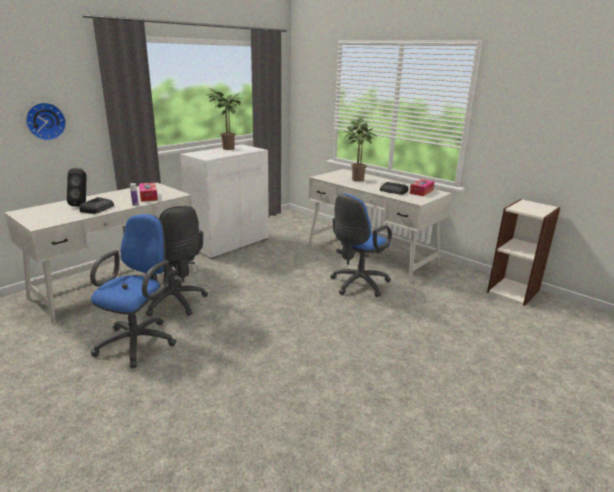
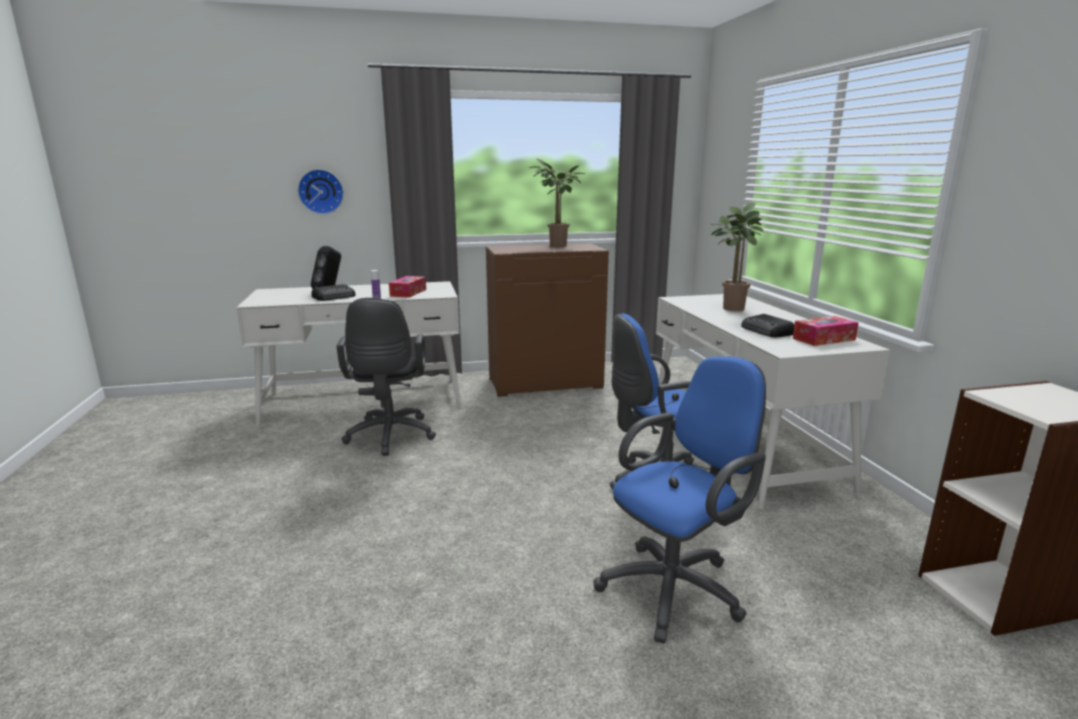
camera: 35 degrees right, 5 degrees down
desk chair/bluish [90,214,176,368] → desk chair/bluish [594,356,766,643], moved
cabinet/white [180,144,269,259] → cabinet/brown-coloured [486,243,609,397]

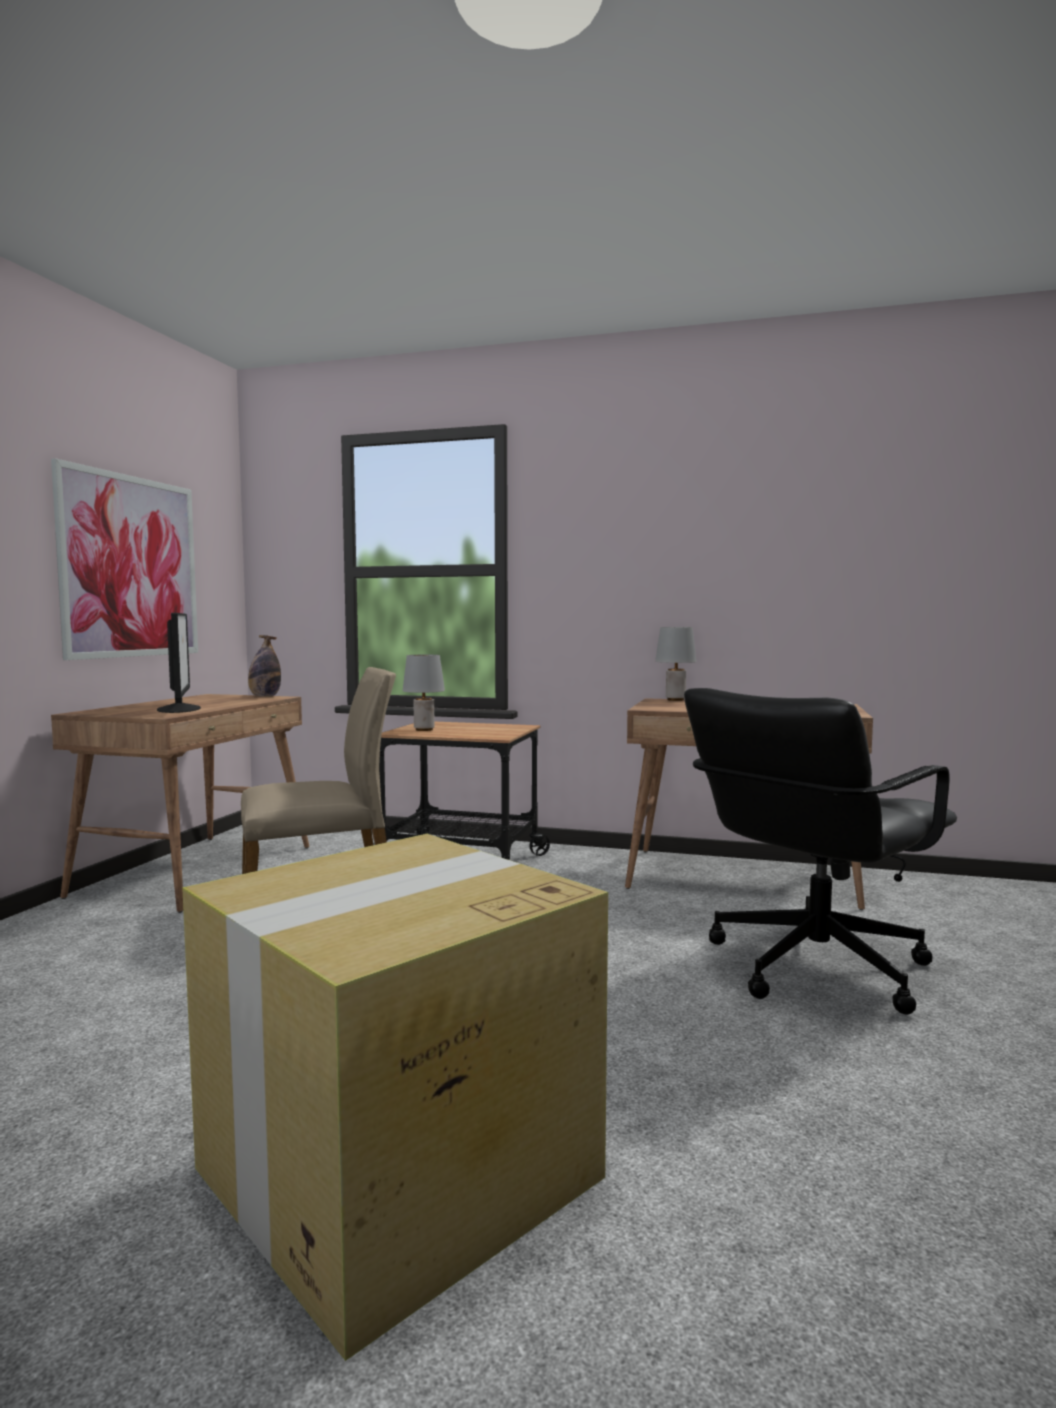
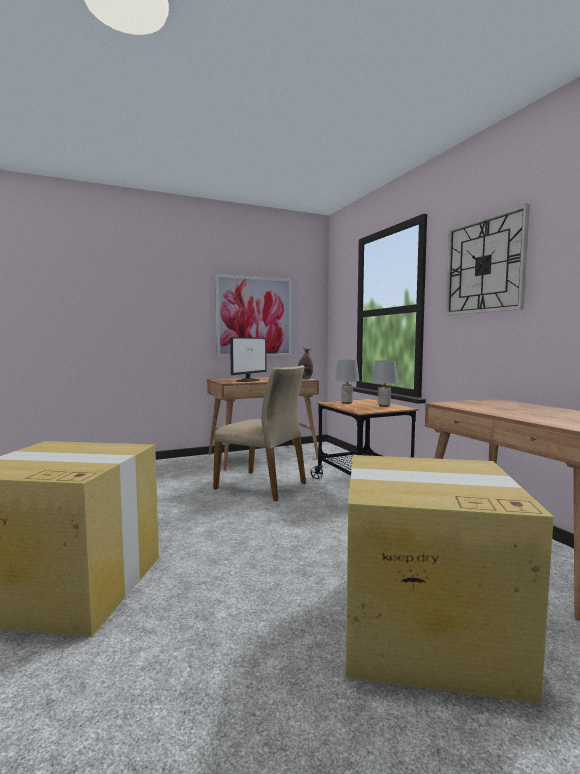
camera: 50 degrees right, 0 degrees up
- → hanging clock [445,203,530,315]
tabletop lamp/greyish [655,627,697,701] → tabletop lamp/greyish [372,361,398,407], moved
desk chair/blackish [684,688,957,1015] → packing box [346,455,554,704]

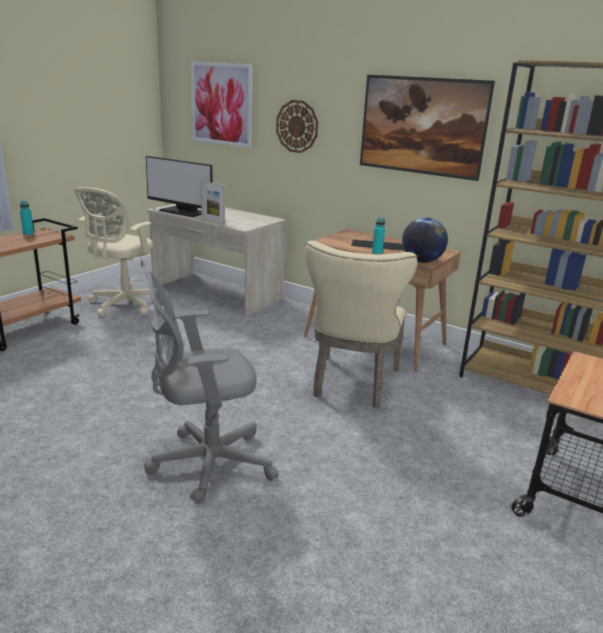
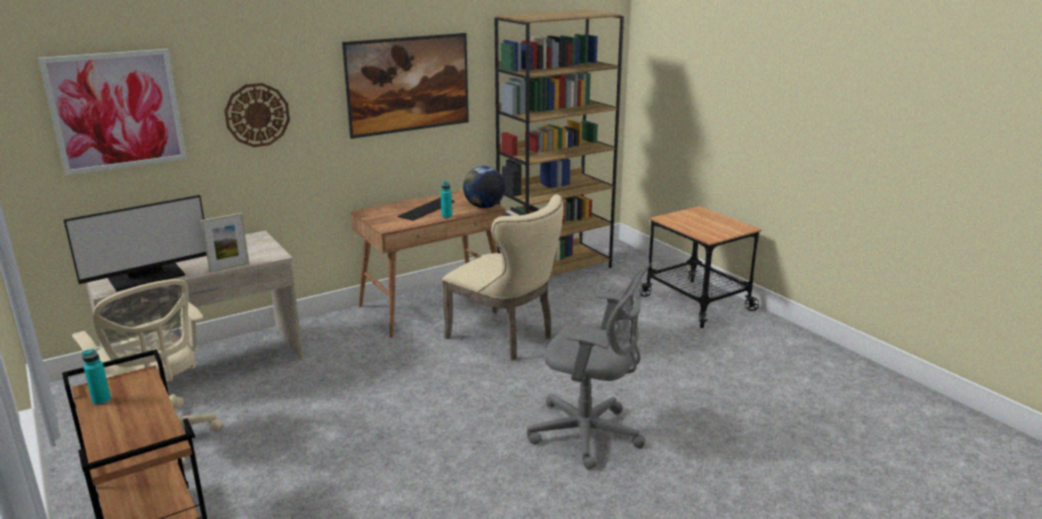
camera: 65 degrees left, 0 degrees up
desk chair/greyish [144,271,279,504] → desk chair/greyish [527,263,650,470], 75 degrees counterclockwise

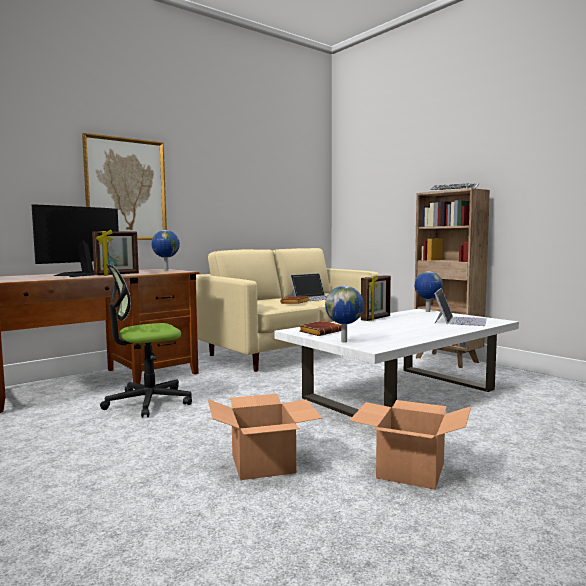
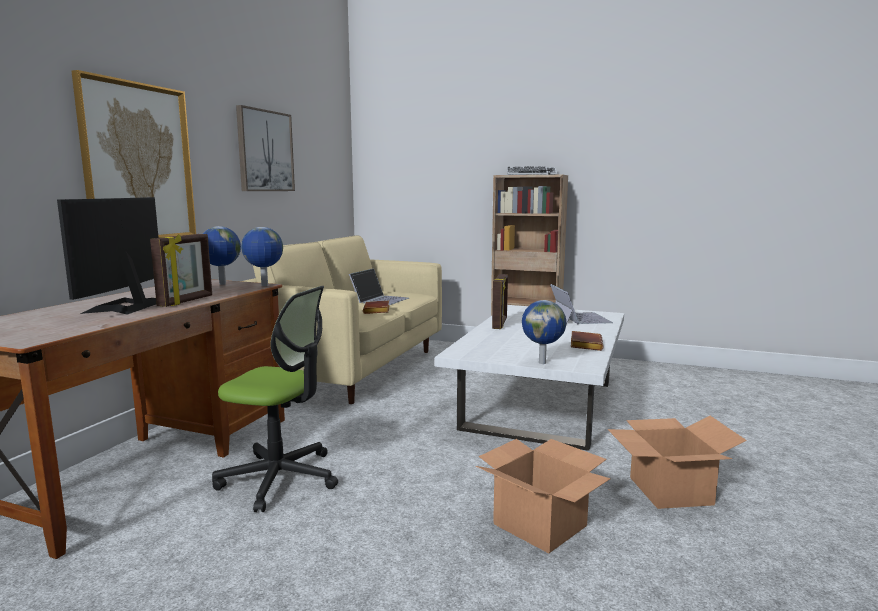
camera: 30 degrees left, 5 degrees up
- → wall picture [236,105,295,191]
bound book/brown-coloured [299,321,341,336] → bound book/brown-coloured [571,331,603,351], moved
desk globe [414,271,443,312] → desk globe [241,227,283,286], moved
desk chair [100,264,192,418] → desk chair [212,286,338,512], 105 degrees counterclockwise

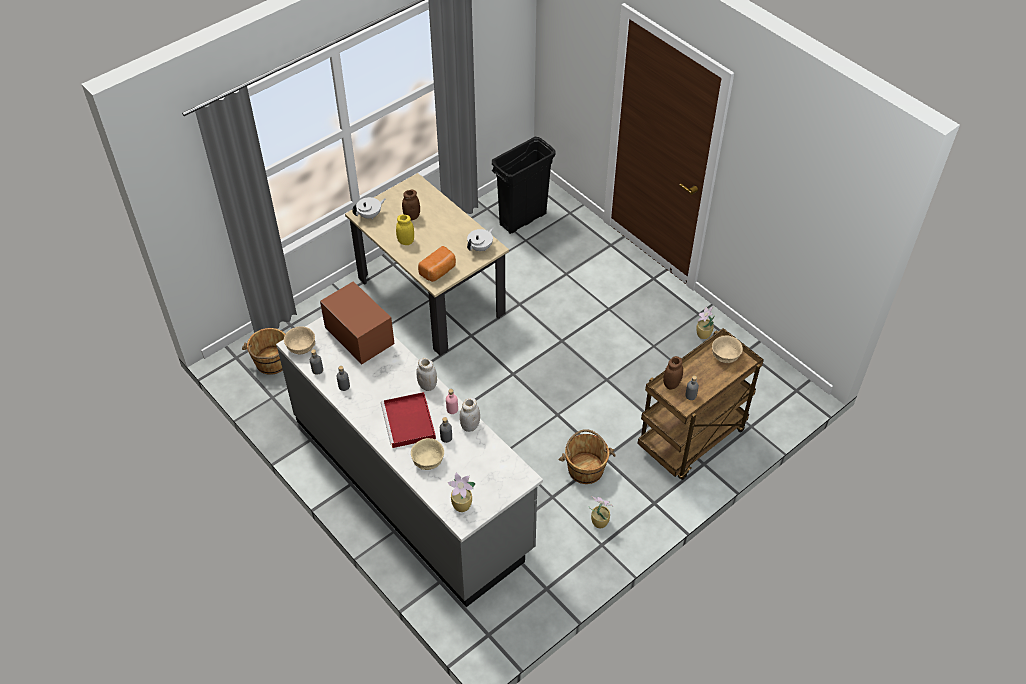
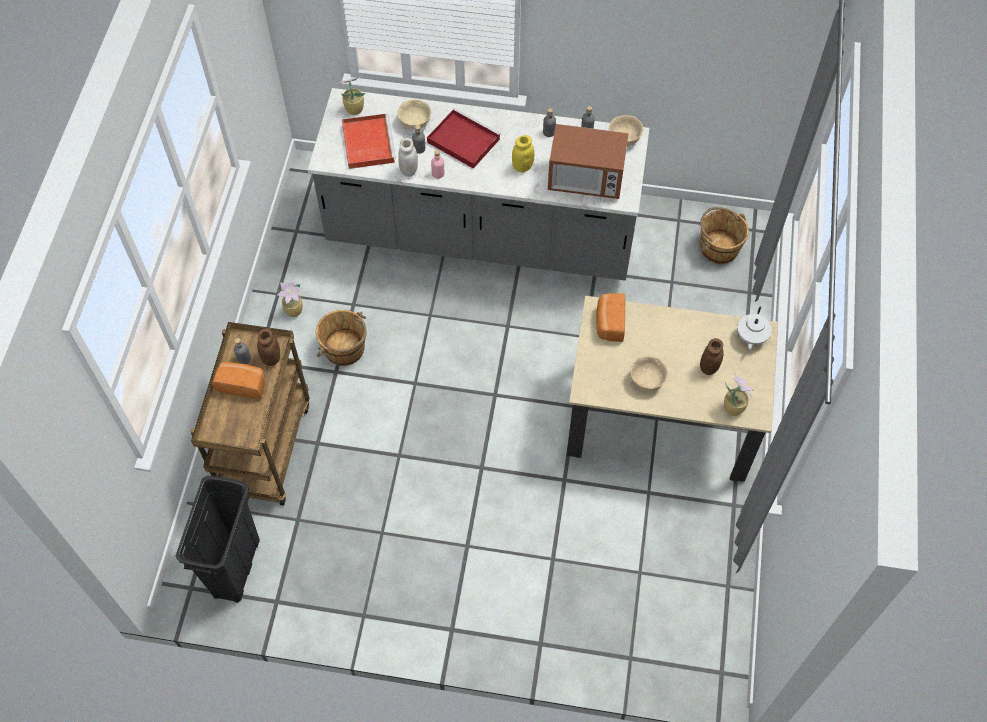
camera: 140 degrees right, 10 degrees up
storage jar/white [416,358,437,391] → -
tea pot/white [467,227,494,251] → -
- → bread [213,362,265,399]
- → serving tray/red [342,114,396,169]
storage jar/yellowish [396,215,414,245] → storage jar/yellowish [512,135,534,172], moved
waste bin/blackish [492,137,555,234] → waste bin/blackish [175,476,260,603], moved
plant in a pot [696,307,715,339] → plant in a pot [724,373,753,416], moved
deep dish/beige-coloured [712,336,743,363] → deep dish/beige-coloured [630,356,668,391], moved

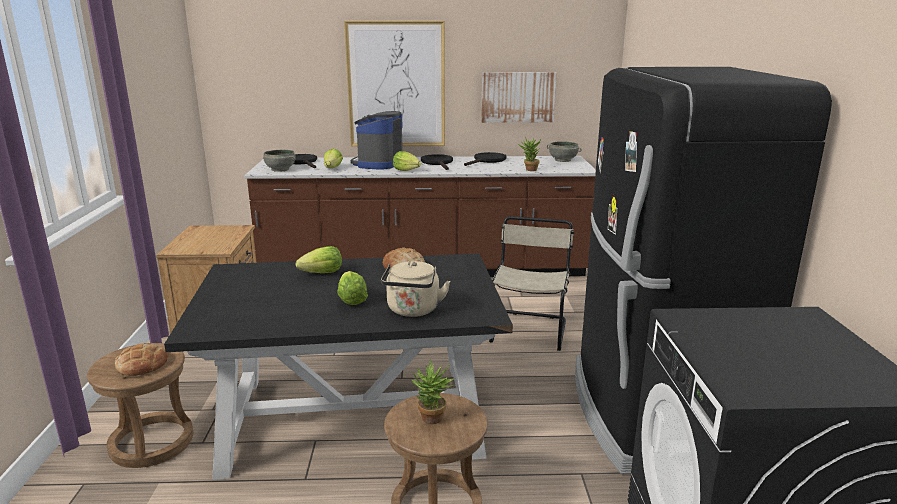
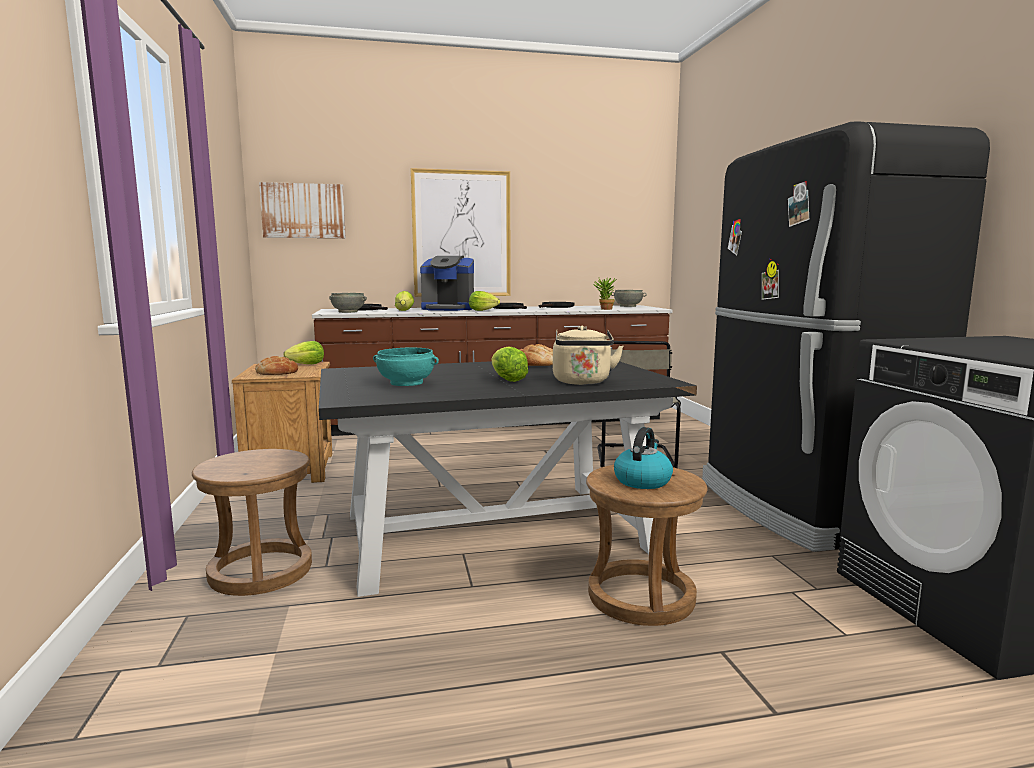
camera: 10 degrees left, 10 degrees down
- → deep dish/blue-green [373,348,439,386]
bread [115,343,168,376] → bread [255,356,298,375], moved
head of lettuce [296,246,342,273] → head of lettuce [284,341,324,364], moved
wall picture [481,72,556,123] → wall picture [259,182,346,238], moved
plant in a pot [412,359,455,424] → kettle [614,427,673,489]
coffee brewer [351,111,403,170] → coffee brewer [420,256,474,311], 90 degrees counterclockwise

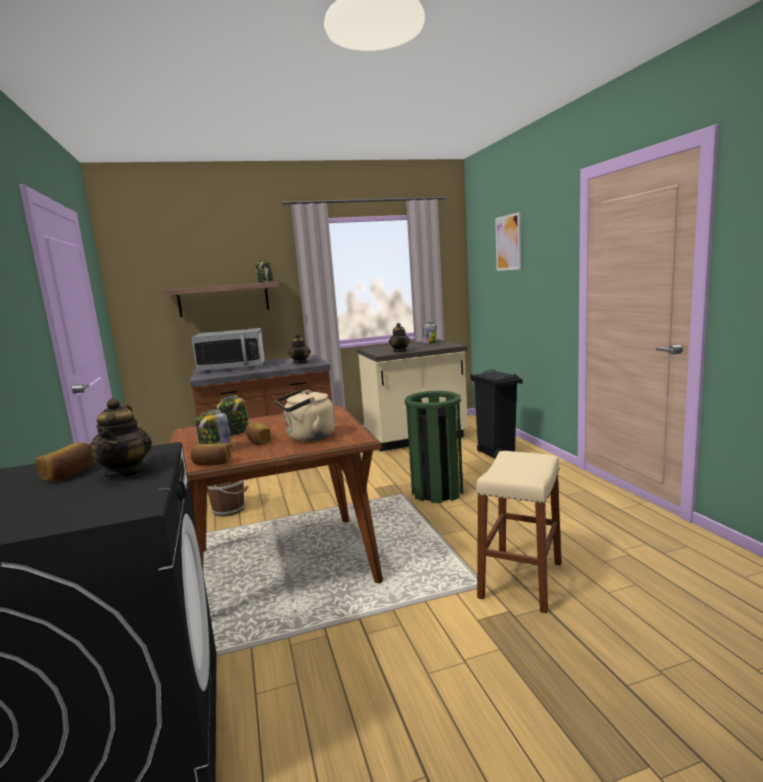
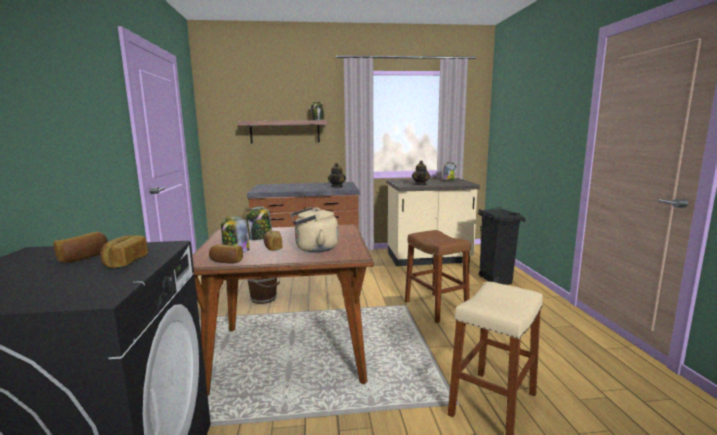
camera: 10 degrees right, 0 degrees up
kitchen microwave [192,328,265,372] → -
wall picture [495,212,521,271] → -
tea pot [89,398,152,479] → bread [100,235,148,268]
waste bin/greenish [405,391,463,503] → stool/brown-coloured [405,230,471,323]

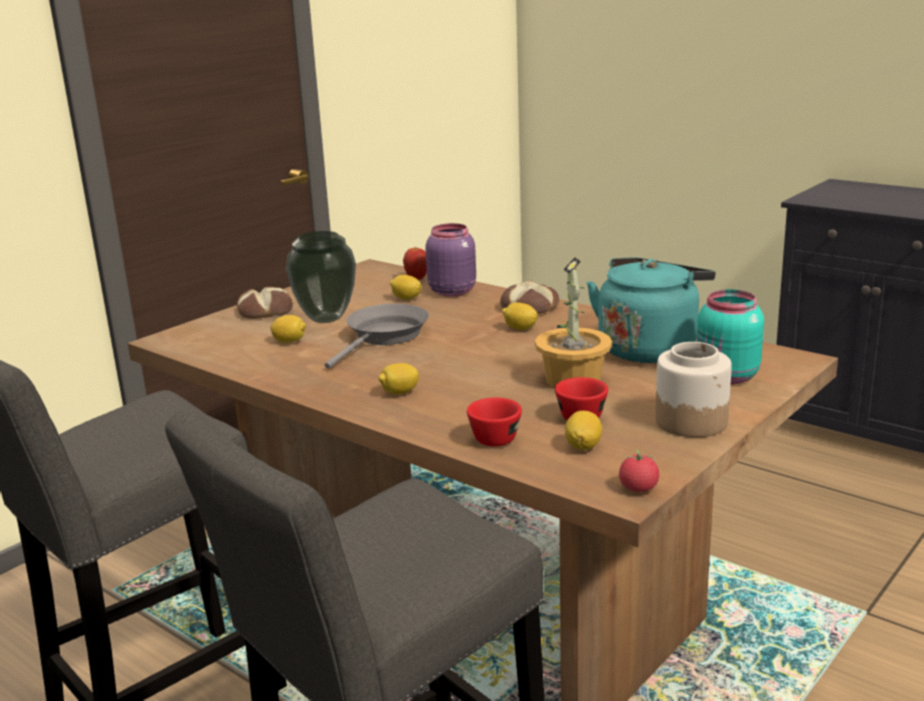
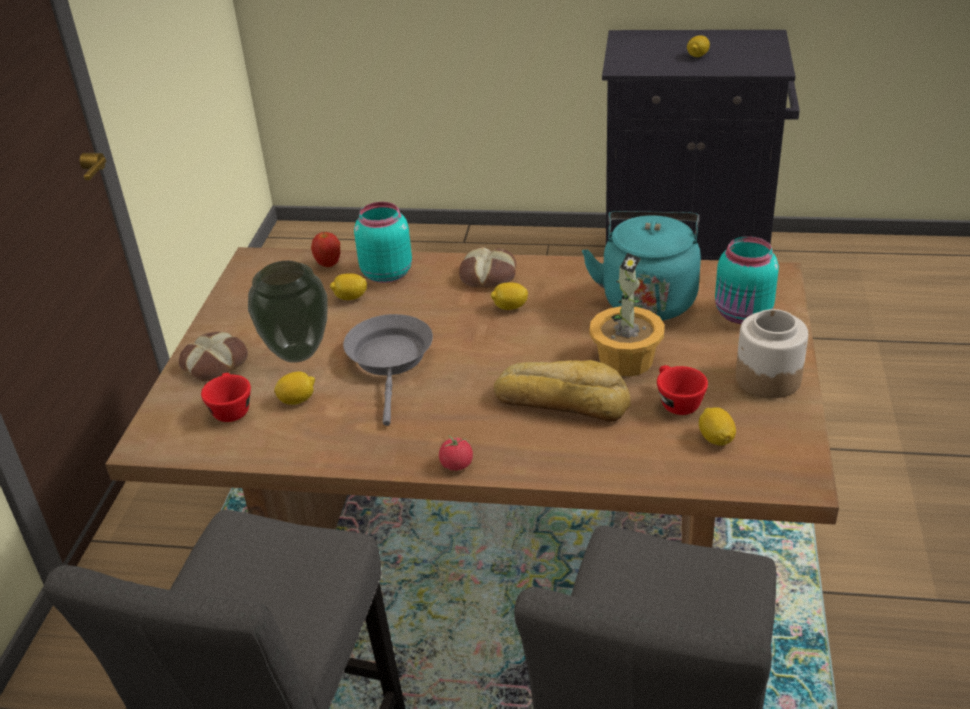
camera: 30 degrees left, 15 degrees up
- → bread [494,360,631,422]
citrus fruit [379,363,419,394] → citrus fruit [687,35,710,57], moved
drinking cup/red [467,398,522,447] → drinking cup/red [201,373,251,422], moved
whole tomato [619,449,659,492] → whole tomato [439,436,473,471], moved
storage jar/purple [425,223,476,296] → storage jar/blue-green [354,202,412,283]

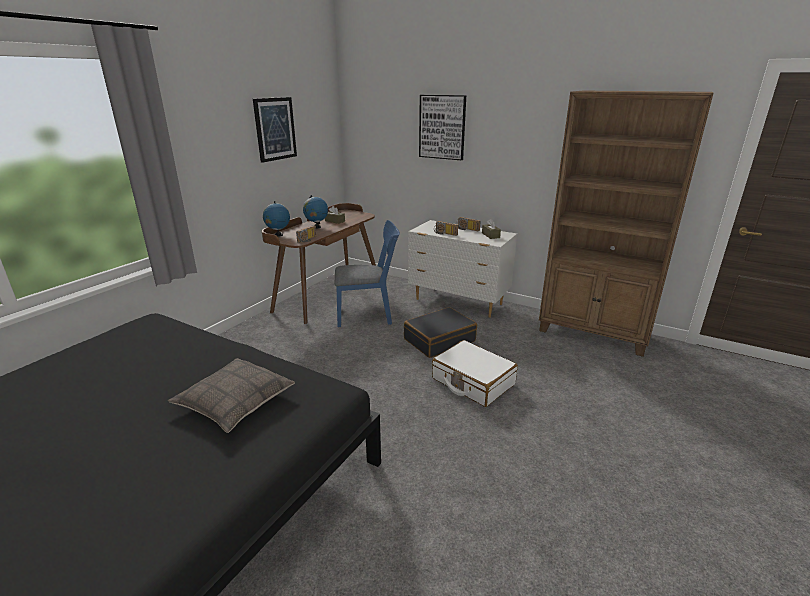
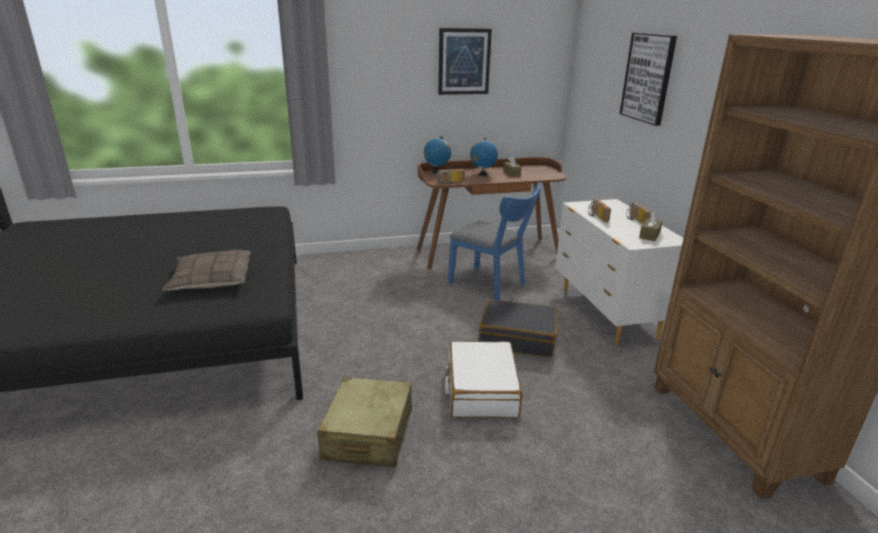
camera: 45 degrees right, 0 degrees up
- → travel case/beige-coloured [317,377,412,467]

